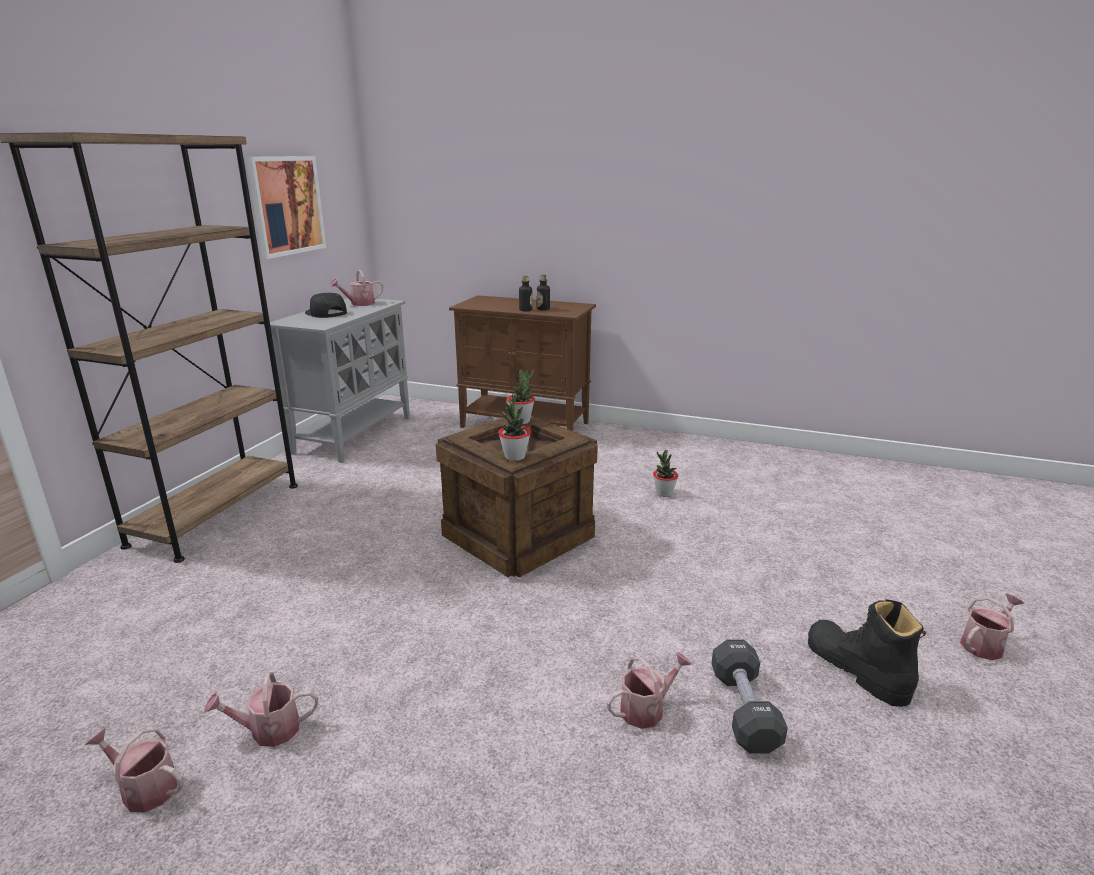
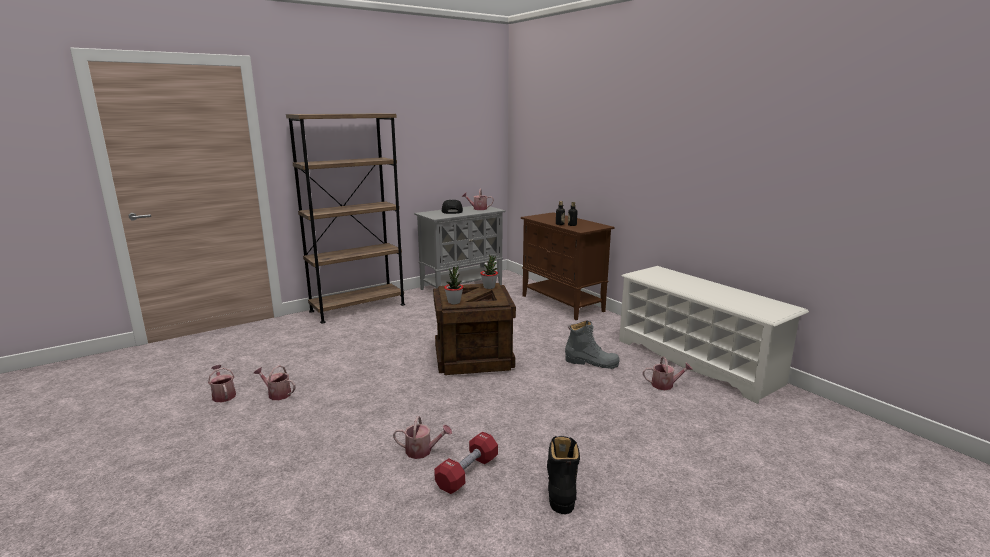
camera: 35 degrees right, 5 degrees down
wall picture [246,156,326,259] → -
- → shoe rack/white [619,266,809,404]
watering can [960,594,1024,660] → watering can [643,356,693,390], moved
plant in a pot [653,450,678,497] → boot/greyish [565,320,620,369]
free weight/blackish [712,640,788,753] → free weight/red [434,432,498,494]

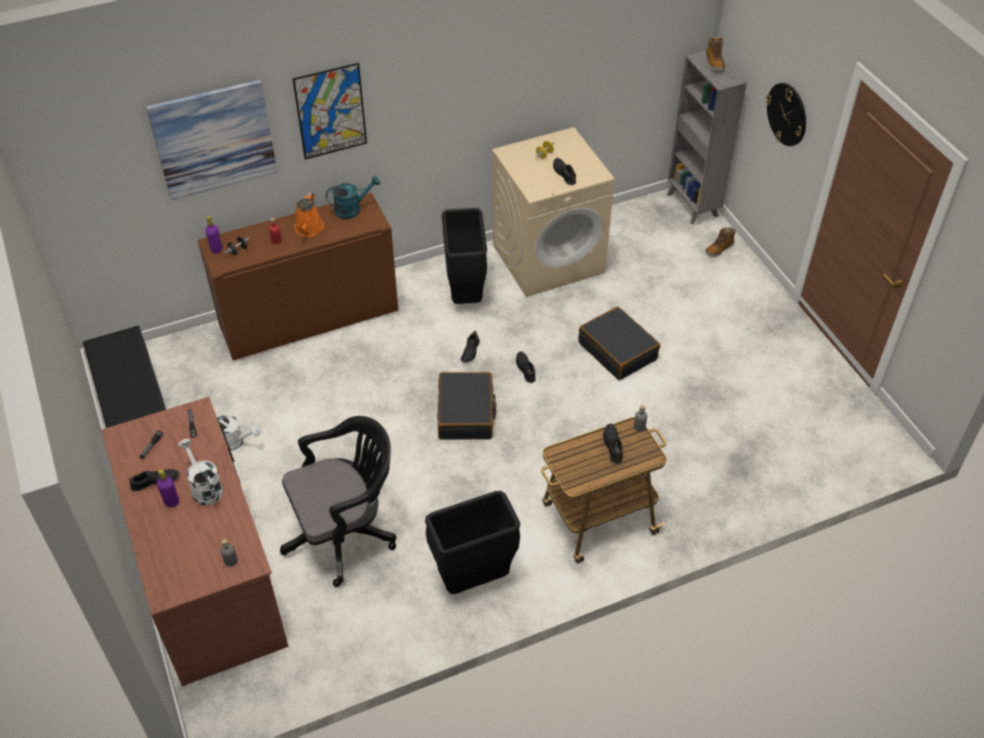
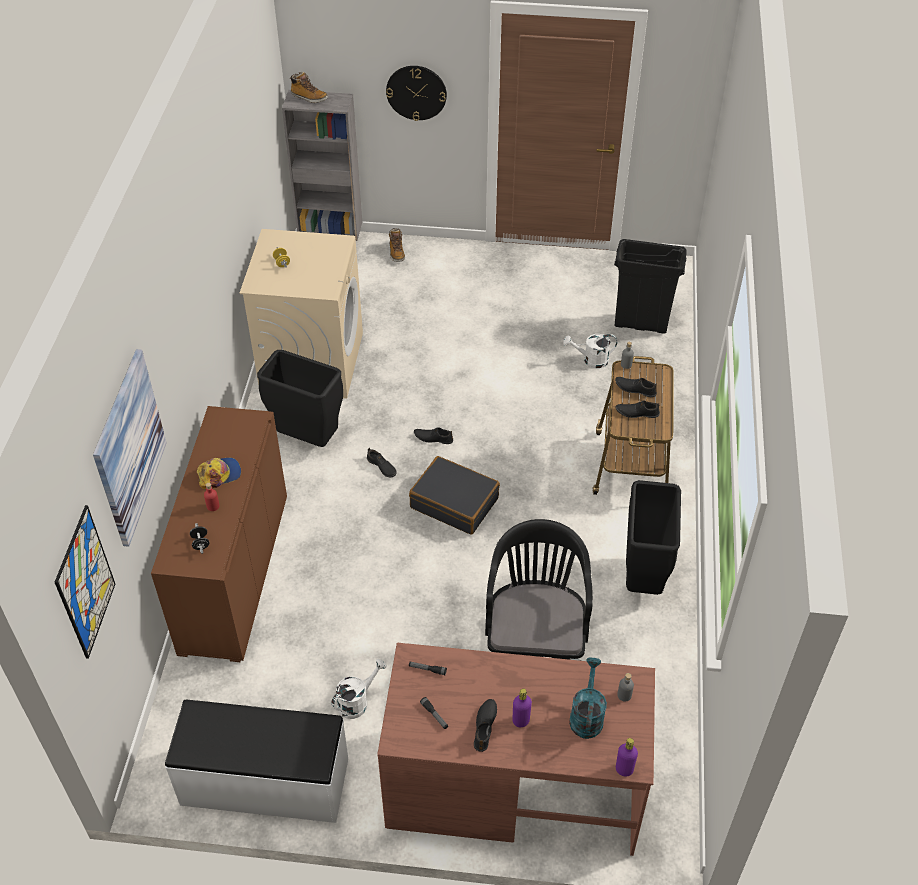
camera: 60 degrees left, 0 degrees up
travel case/blackish [578,306,660,380] → -
- → waste bin/blackish [614,239,687,334]
watering can/white [178,439,223,505] → watering can/white [563,334,617,368], moved
drink bottle/purple [206,216,222,254] → drink bottle/purple [616,738,638,776], moved
wall picture [292,63,367,160] → wall picture [54,505,115,659], moved
watering can/blue-green [326,176,380,219] → watering can/blue-green [569,658,607,739], moved
shoe/blackish [553,158,576,185] → shoe/blackish [615,400,660,418], moved
watering can/orange [293,192,324,237] → baseball cap [197,458,241,489]

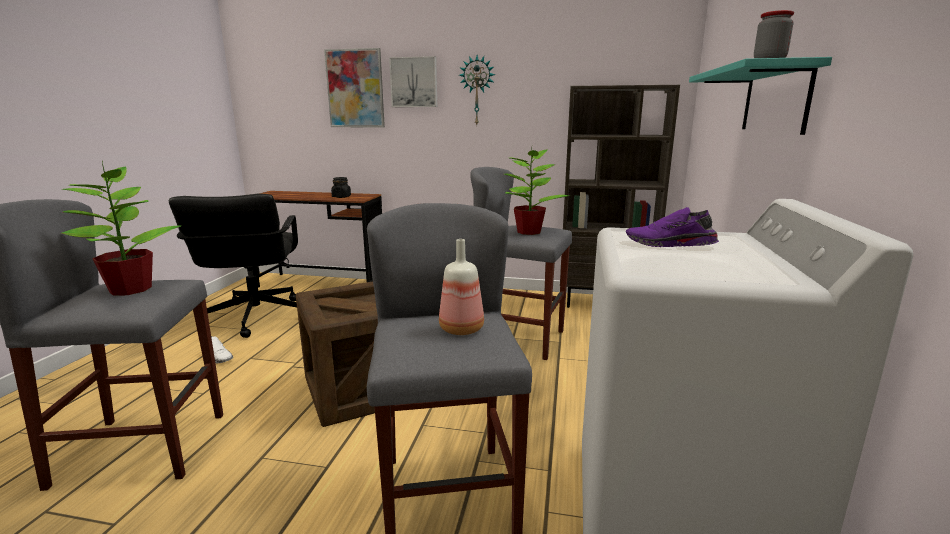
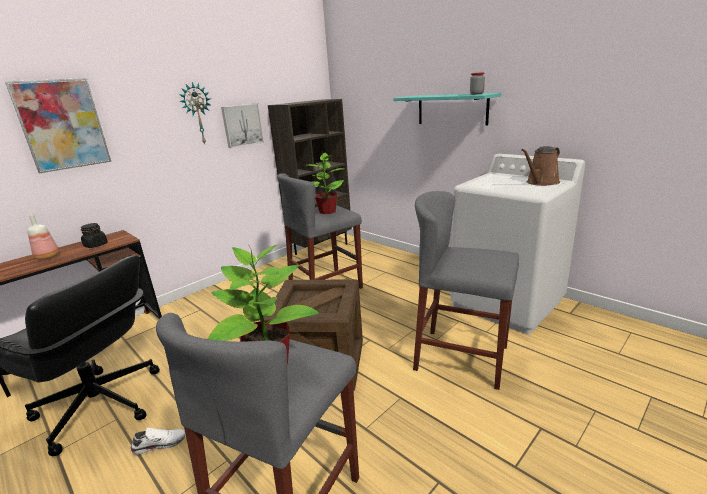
camera: 55 degrees left, 5 degrees up
shoe/purple [626,207,719,247] → -
- → watering can/brown-coloured [521,146,560,186]
wall picture [389,56,437,107] → wall picture [221,103,264,148], moved
drink bottle [439,239,484,335] → drink bottle [27,214,59,260], moved

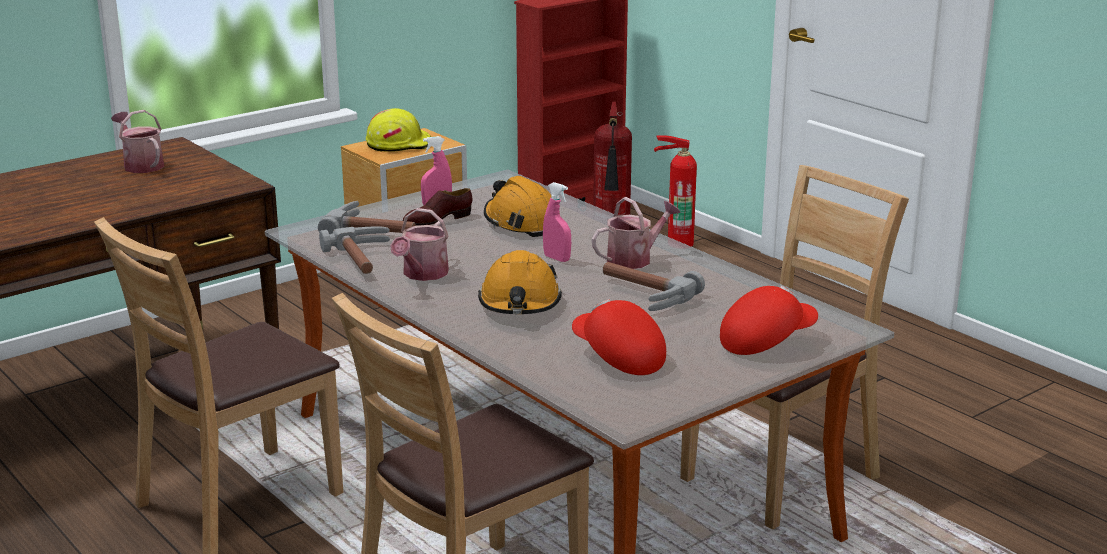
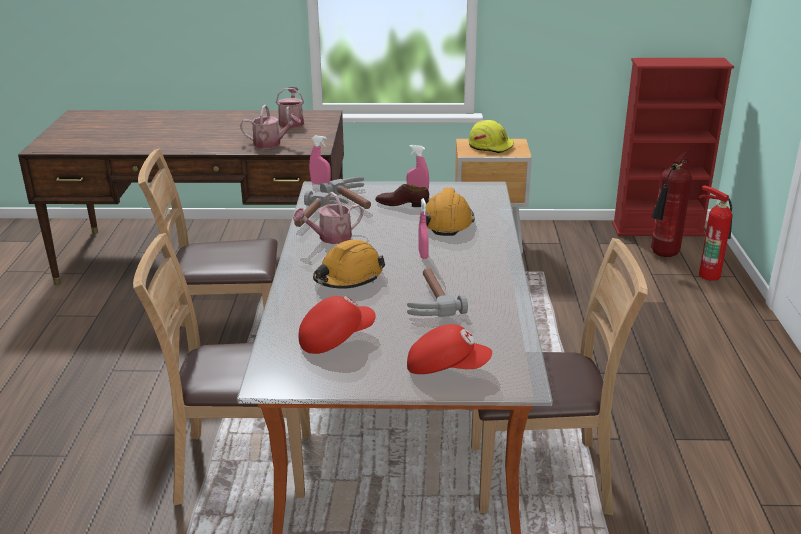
camera: 40 degrees right, 5 degrees up
- → sprayer/pink [309,135,331,185]
watering can [592,197,681,269] → watering can [240,105,301,149], moved
baseball cap/red [572,299,666,375] → baseball cap/red [299,296,376,354], 60 degrees clockwise

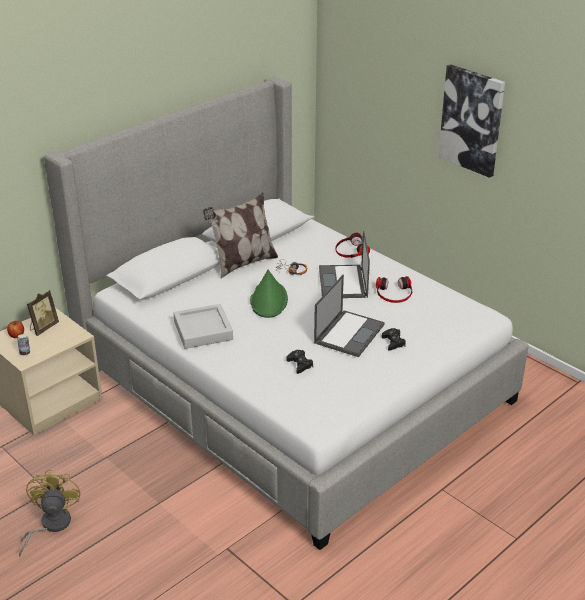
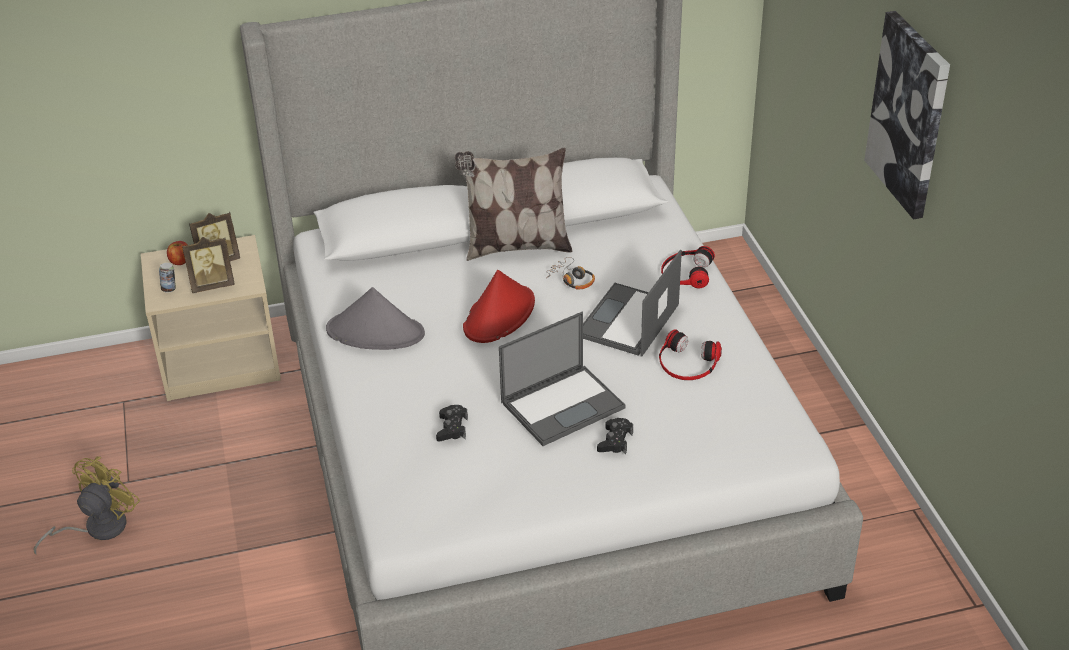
camera: 30 degrees right, 5 degrees up
- → standing frame [182,237,235,293]
serving tray/greyish [173,304,233,349] → wearable hat/greyish [326,287,425,350]
wearable hat/greenish [250,270,288,318] → wearable hat/red [463,270,535,343]

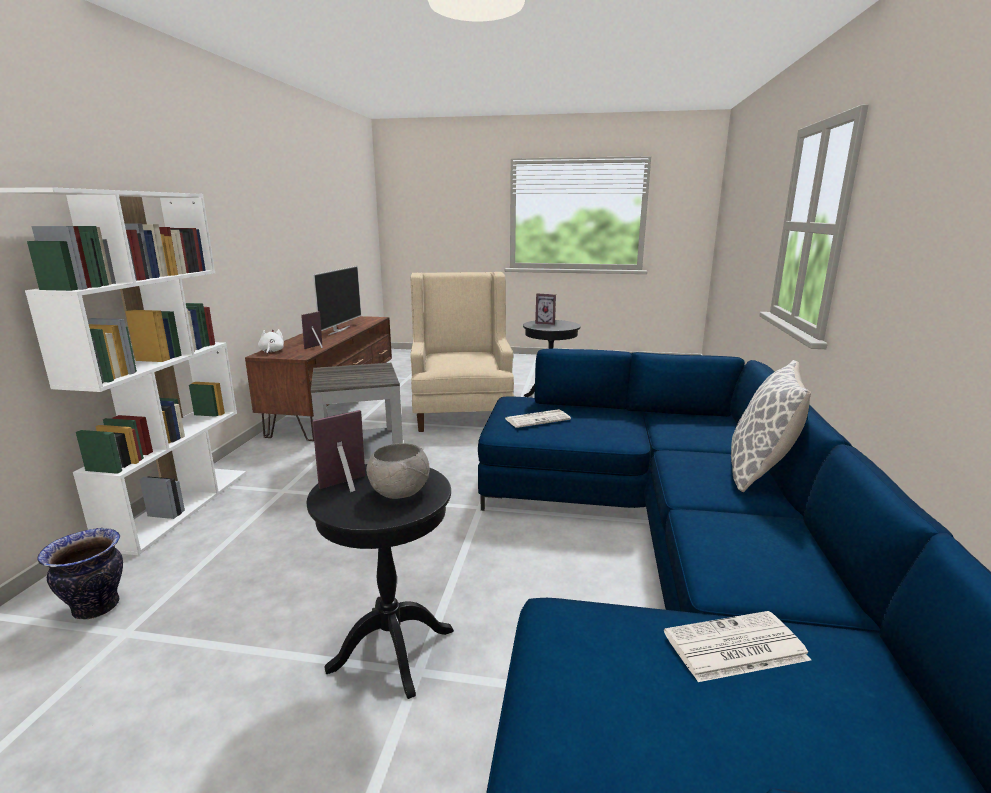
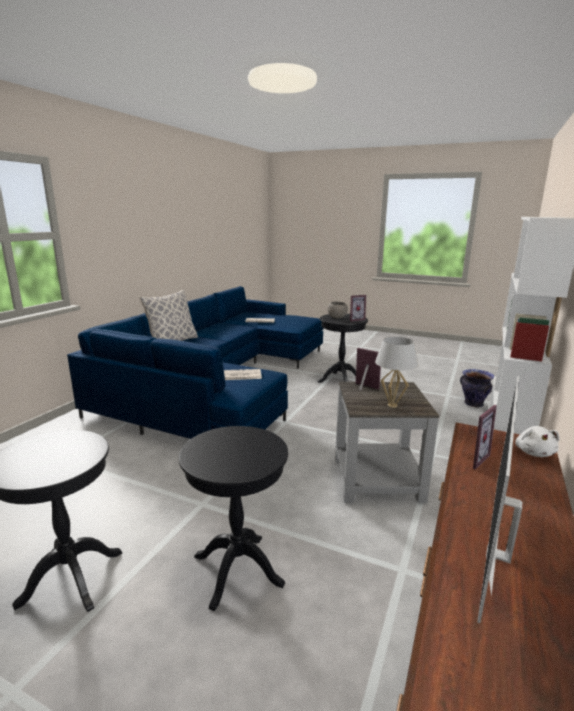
camera: 165 degrees left, 0 degrees up
- → tabletop lamp/white [375,337,418,408]
standing frame [535,294,556,325] → standing frame [356,348,381,391], moved
lounge chair/beige-coloured [410,272,514,432] → end table/blackish [179,426,288,611]

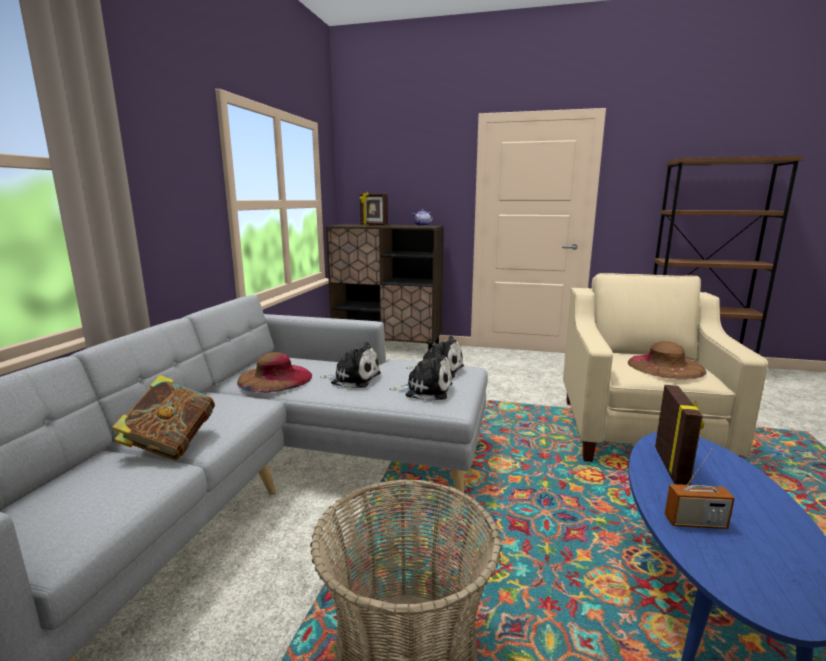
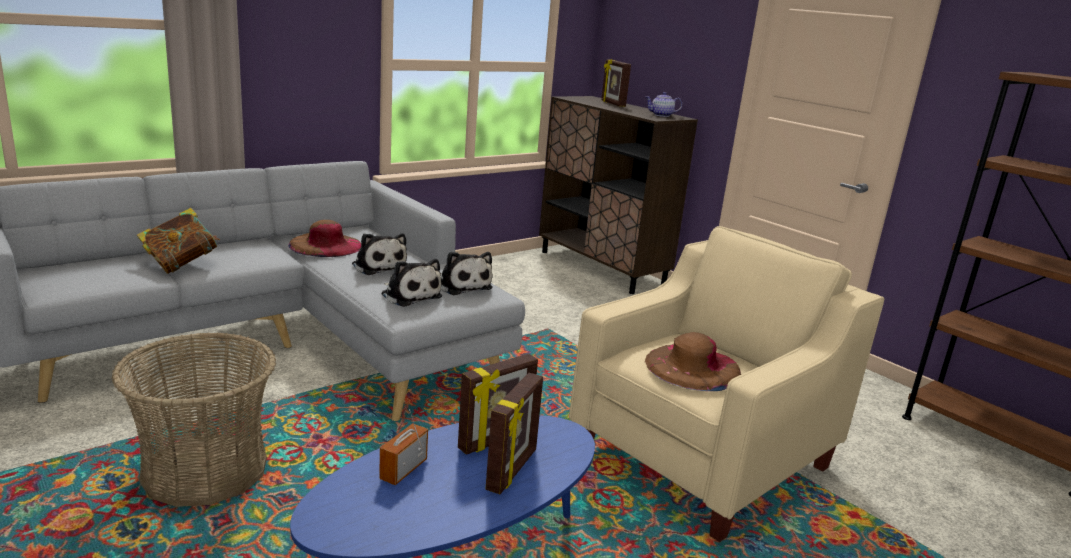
camera: 35 degrees right, 5 degrees up
- → standing frame [486,373,543,494]
radio [665,448,735,529] → radio [379,409,428,485], 75 degrees clockwise

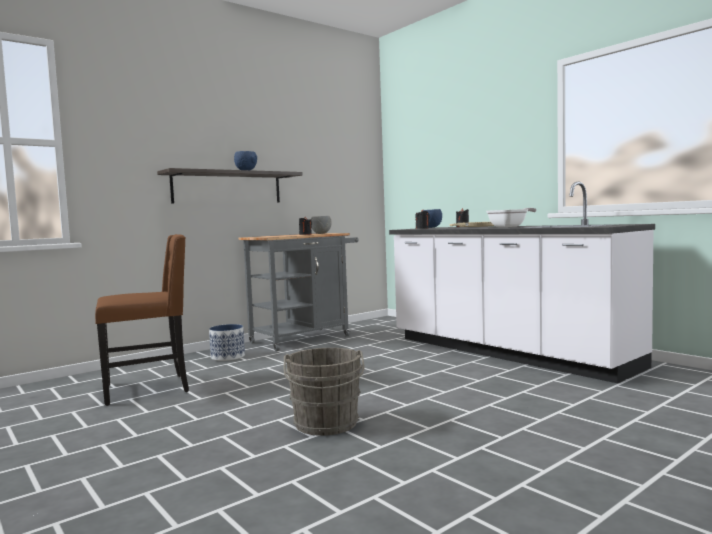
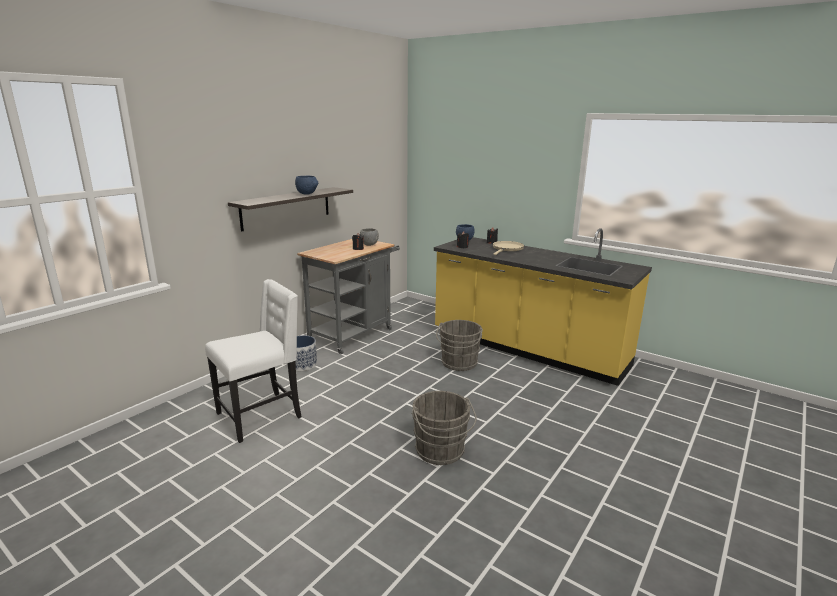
camera: 15 degrees left, 15 degrees up
skillet [486,208,537,227] → -
- → bucket/greyish [436,320,483,371]
chair/brown-coloured [95,234,189,406] → chair/white [205,279,301,443]
counter/white [389,182,655,383] → counter/yellowish [434,228,652,386]

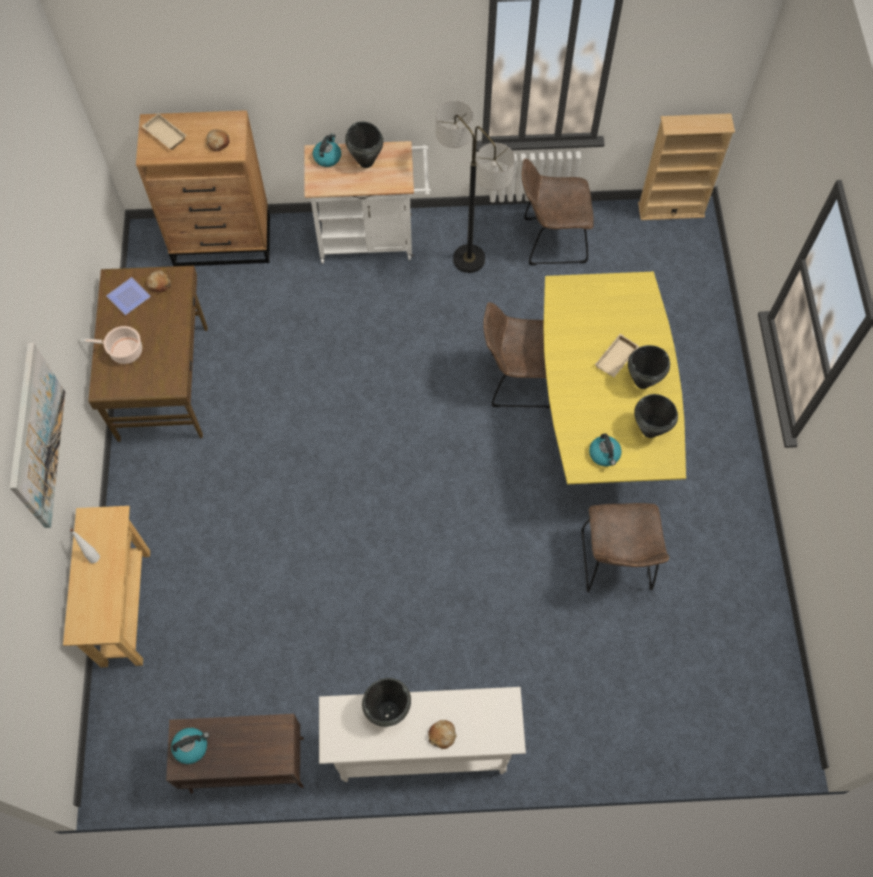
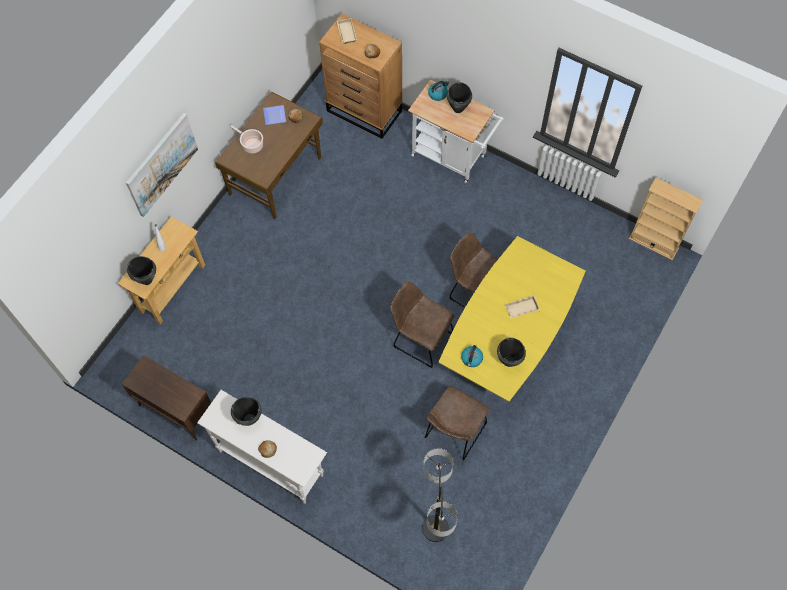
camera: 35 degrees right, 0 degrees up
kettle [171,728,209,764] → -
standing lamp [436,101,515,273] → standing lamp [422,448,458,542], moved
chair/brown-coloured [522,158,594,265] → chair/brown-coloured [390,281,455,368], moved
saucepot/blackish [628,345,670,389] → saucepot/blackish [127,256,156,285], moved

